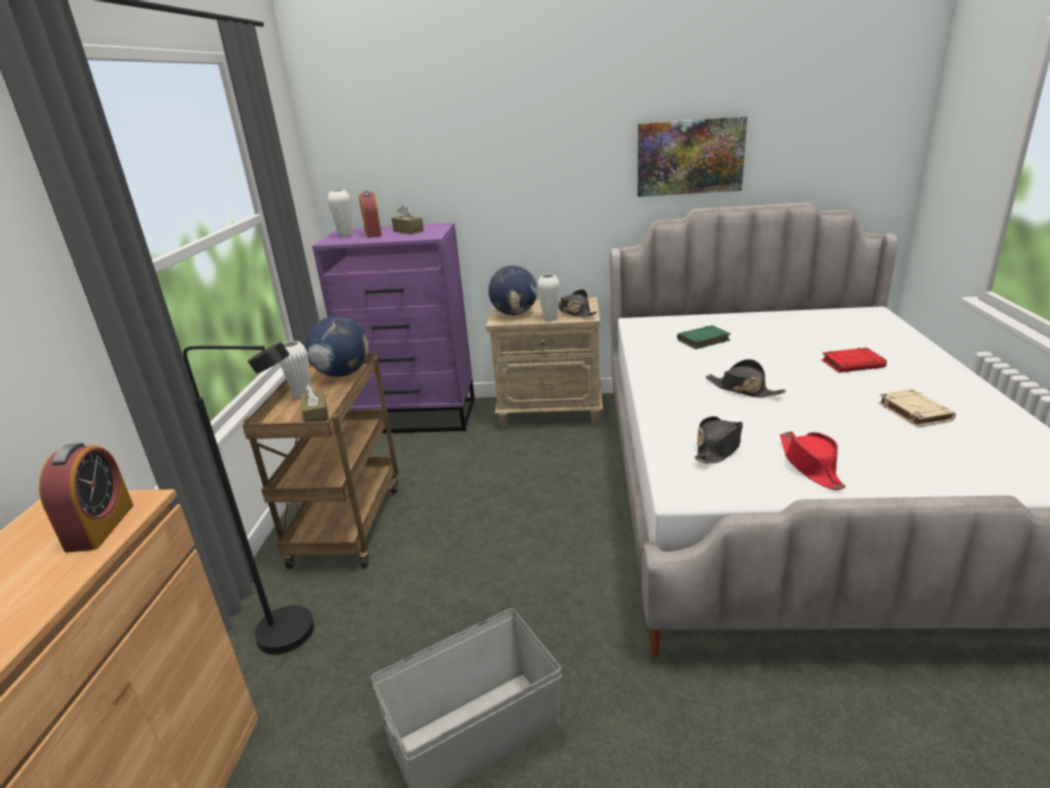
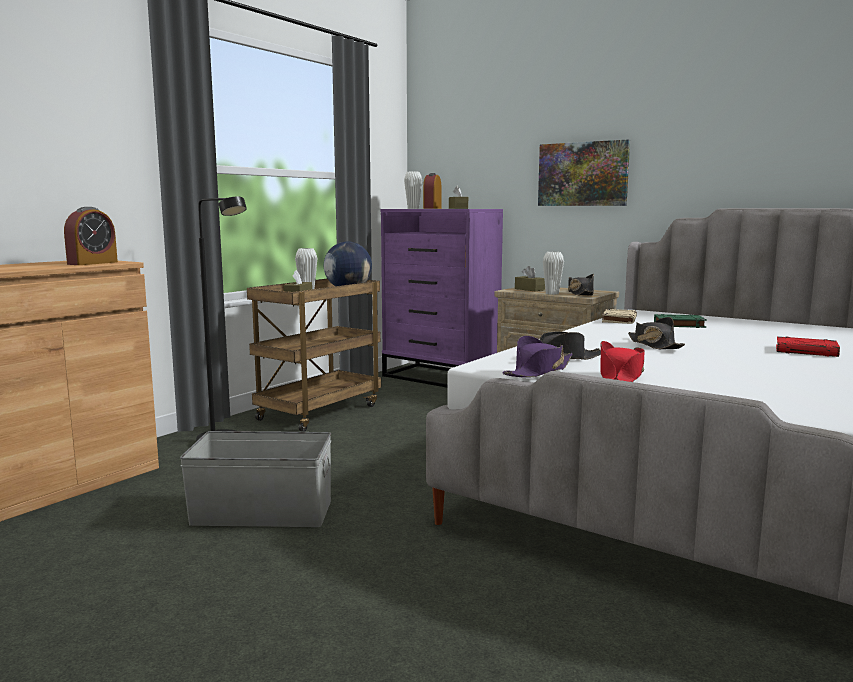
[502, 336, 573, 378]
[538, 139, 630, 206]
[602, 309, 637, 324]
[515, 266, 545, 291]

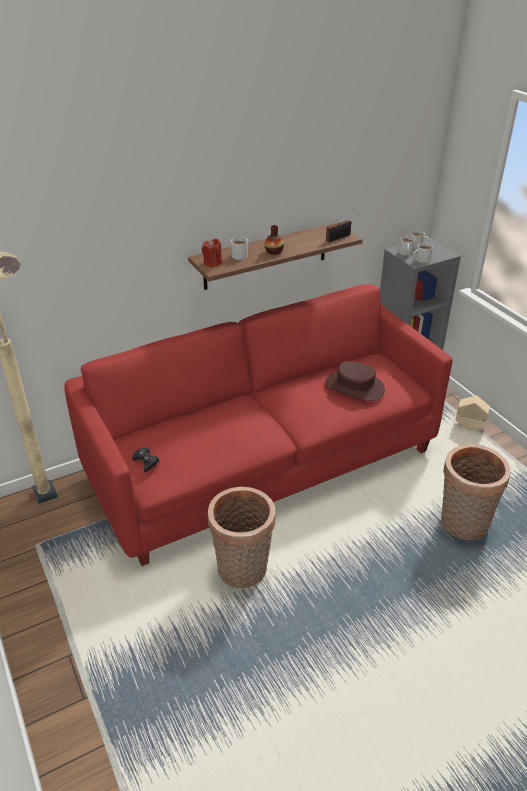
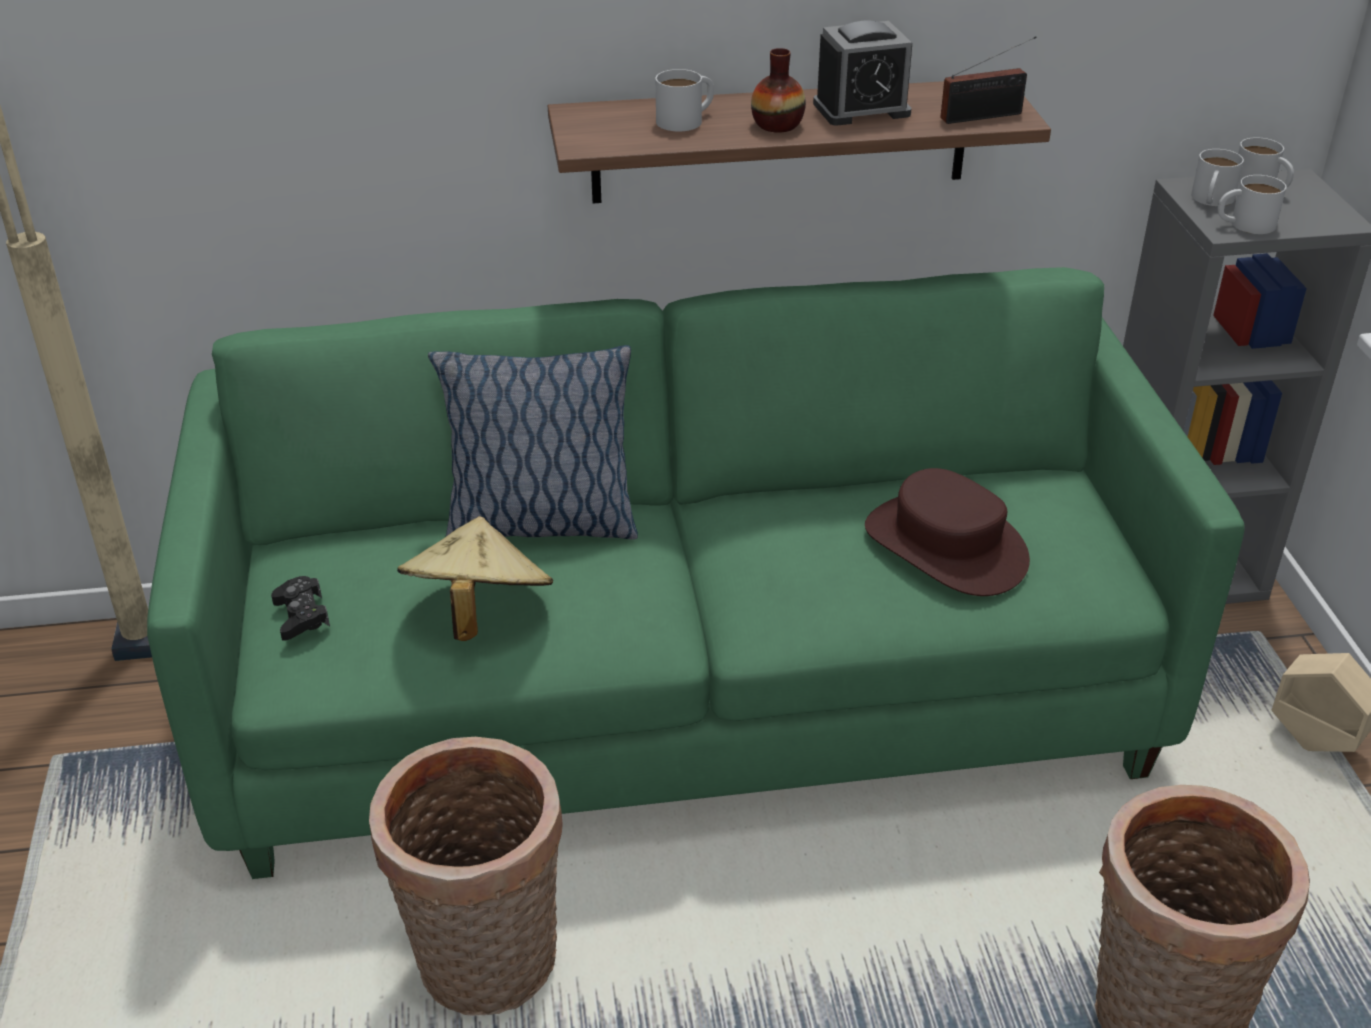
[202, 239, 222, 267] (first image)
[397, 516, 553, 641]
[428, 345, 638, 540]
[813, 21, 912, 126]
[147, 267, 1245, 879]

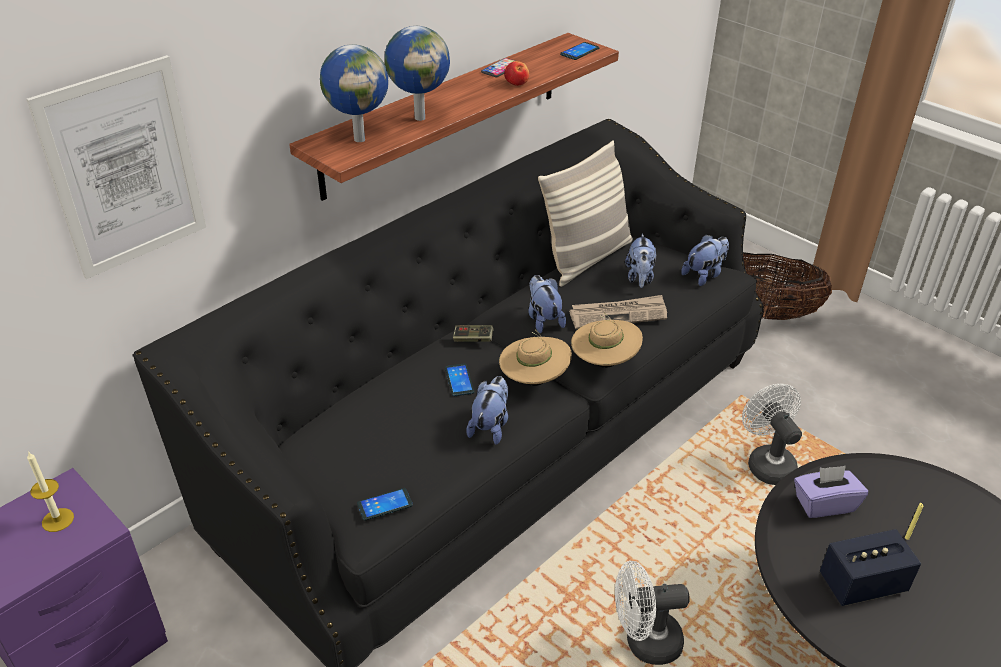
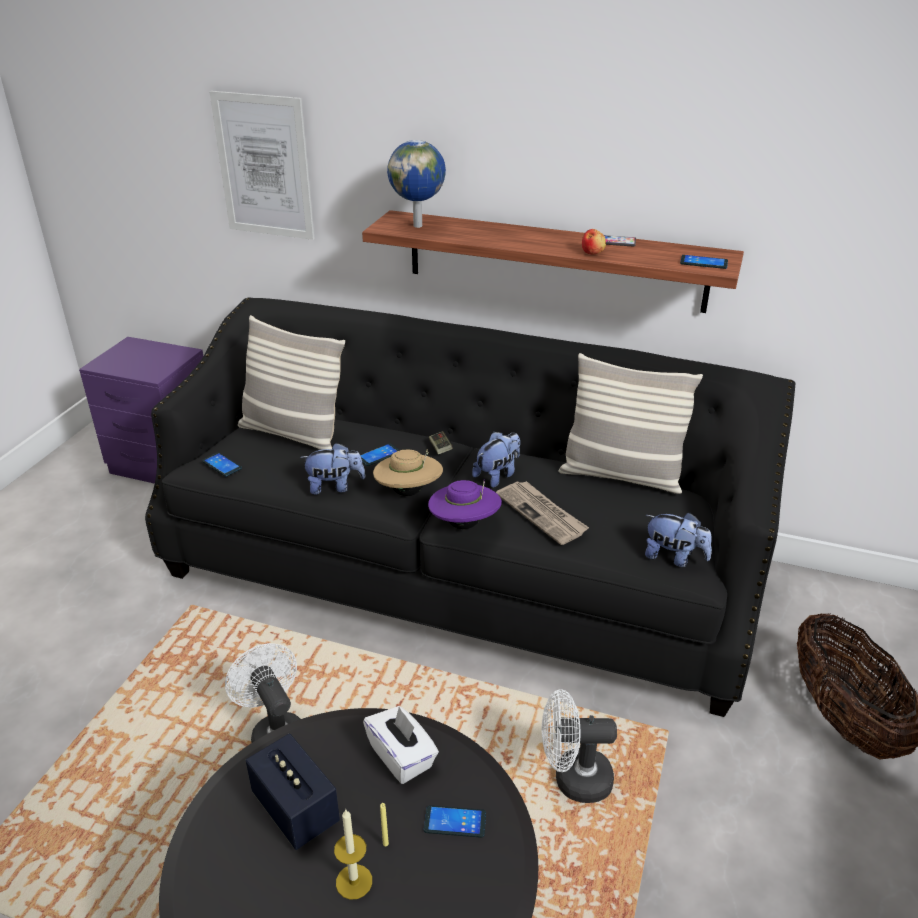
[385, 26, 450, 121] (first image)
[625, 233, 656, 288] (first image)
[238, 315, 345, 450]
[424, 805, 486, 838]
[334, 810, 372, 900]
[428, 479, 502, 529]
[363, 706, 439, 784]
[542, 689, 617, 803]

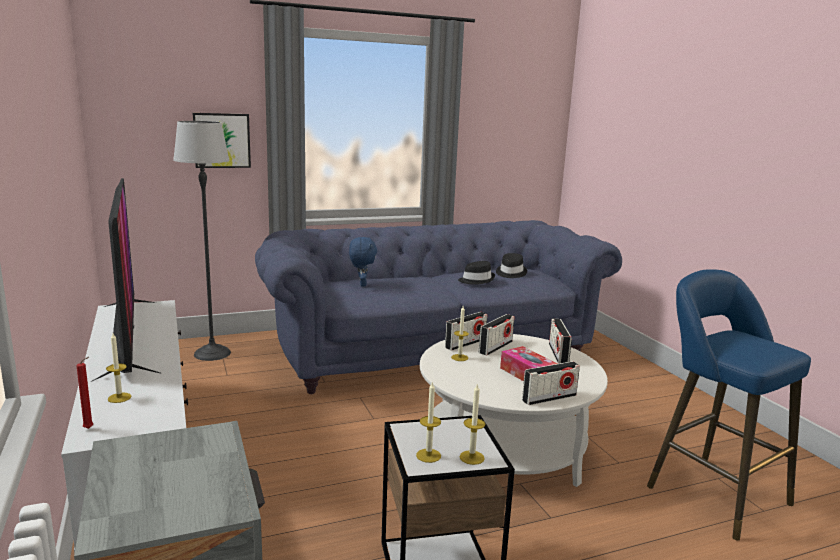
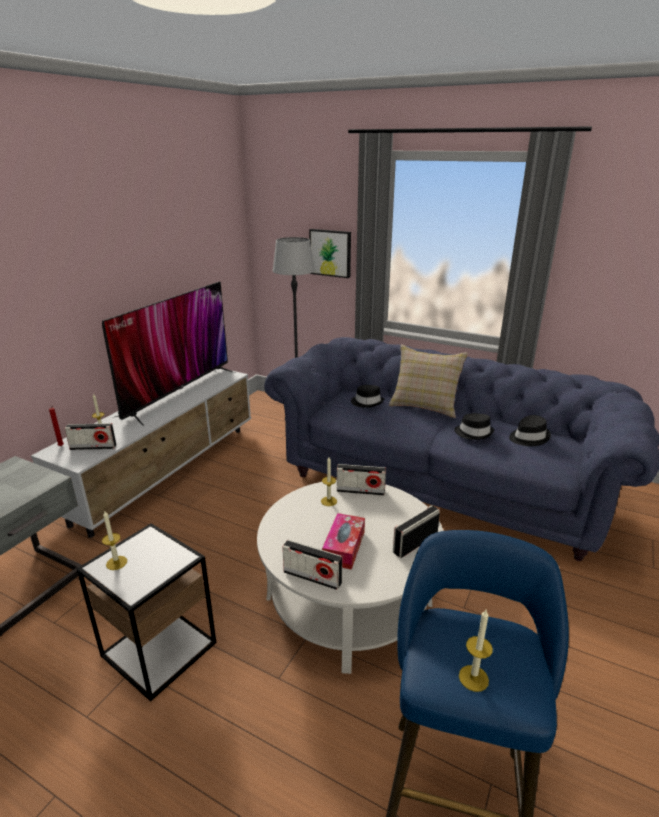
[389, 345, 468, 418]
[459, 610, 493, 692]
[64, 423, 116, 450]
[351, 385, 384, 408]

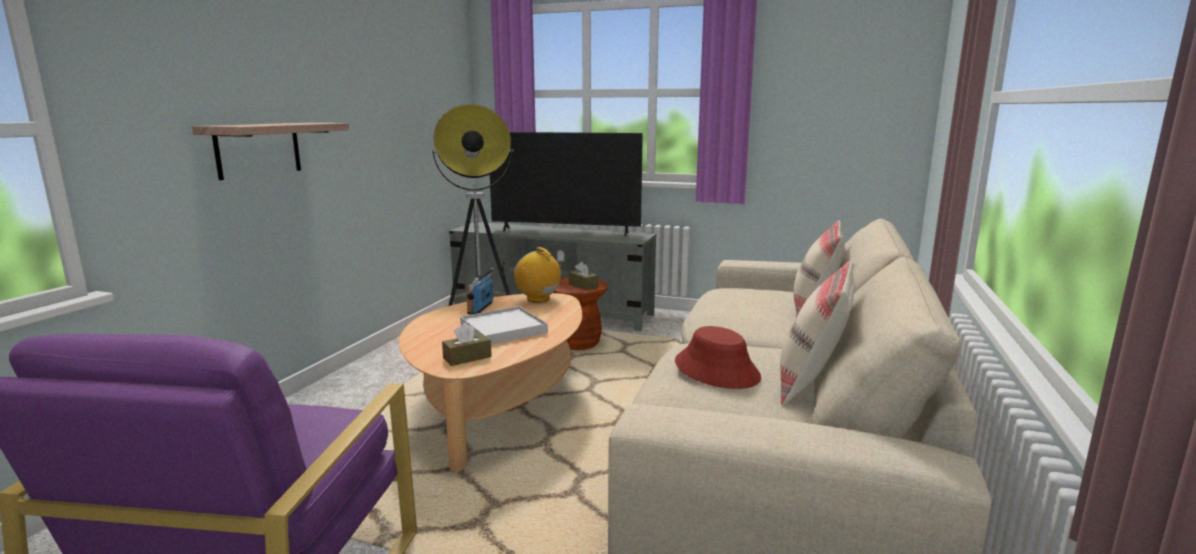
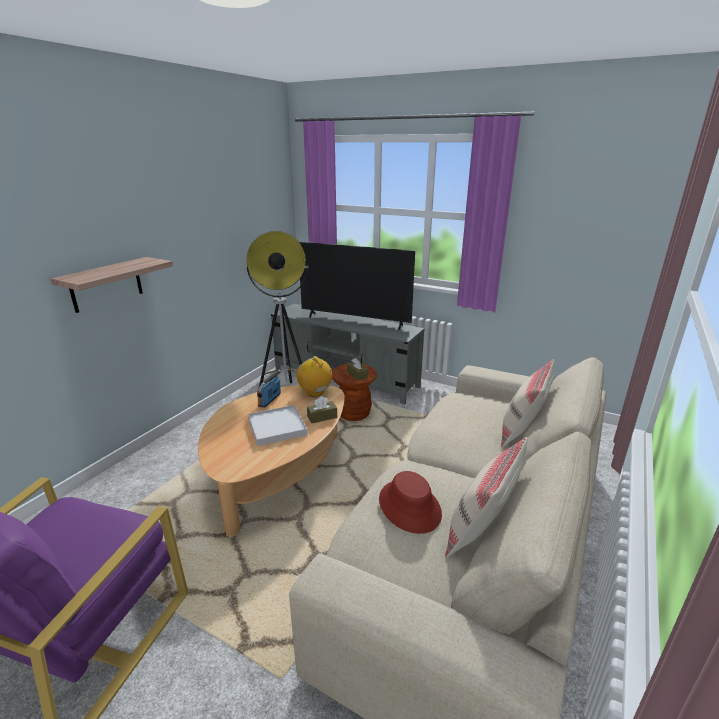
[307, 396, 337, 423]

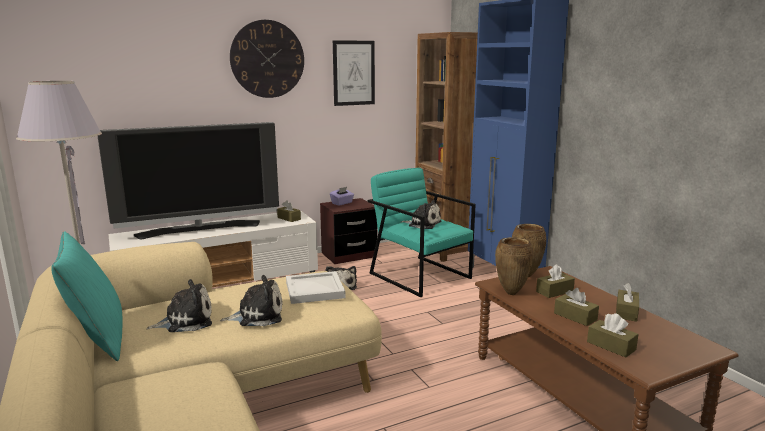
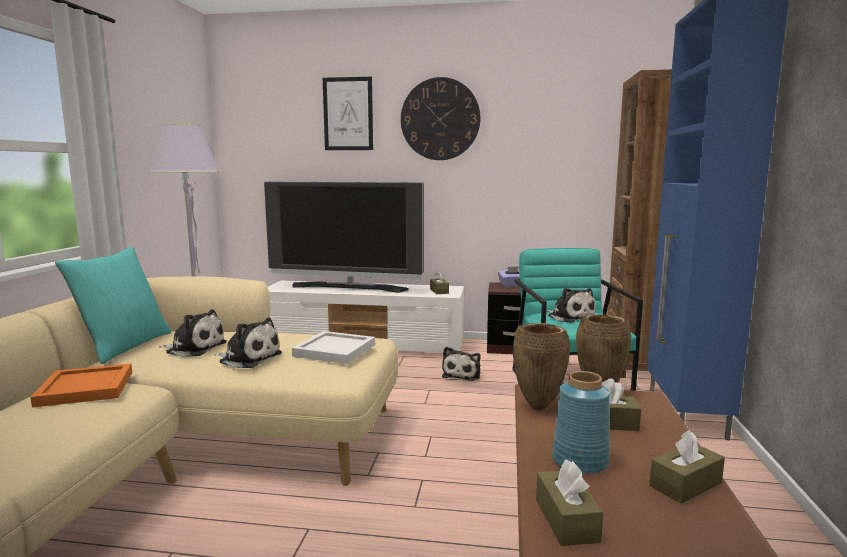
[31, 363, 132, 408]
[323, 77, 373, 150]
[552, 371, 610, 475]

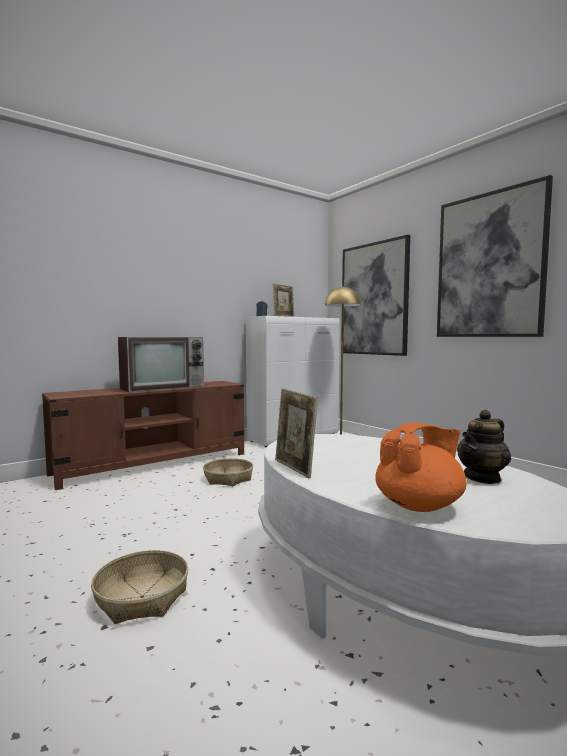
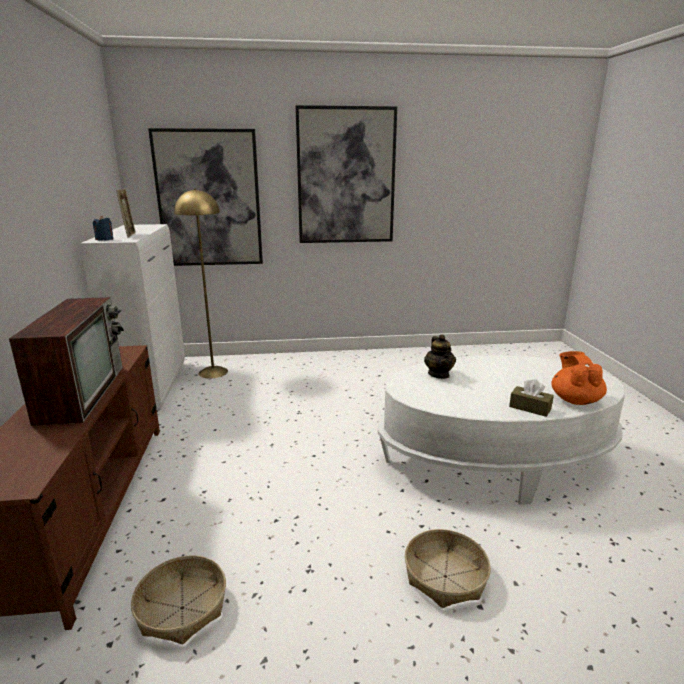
[275, 388, 318, 478] (first image)
[509, 379, 554, 417]
[131, 555, 226, 644]
[424, 334, 456, 379]

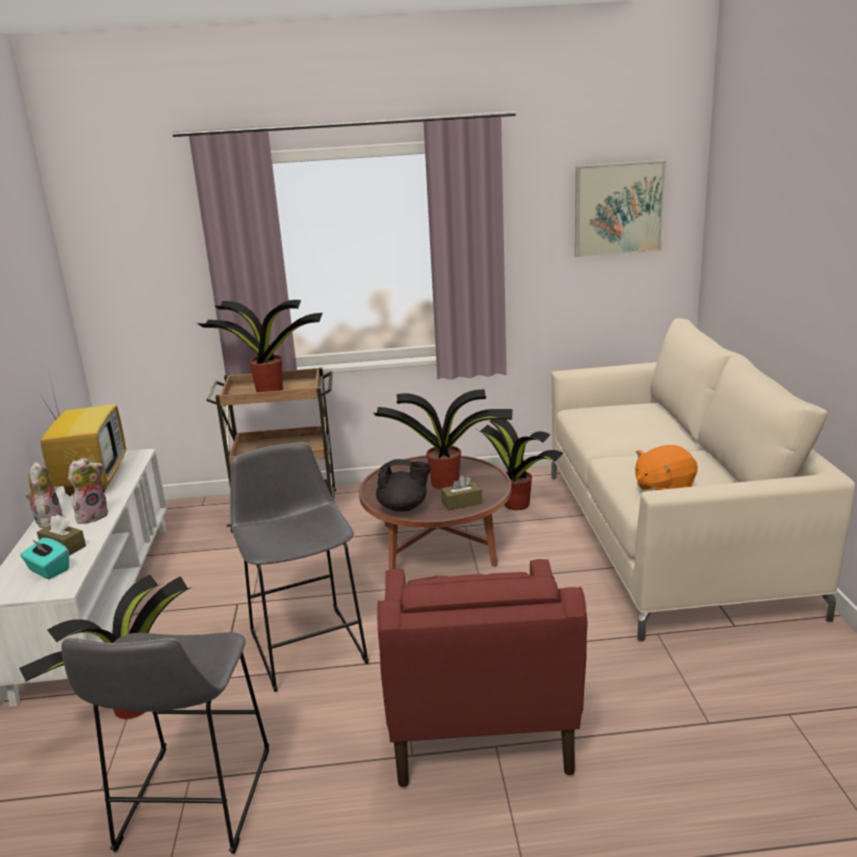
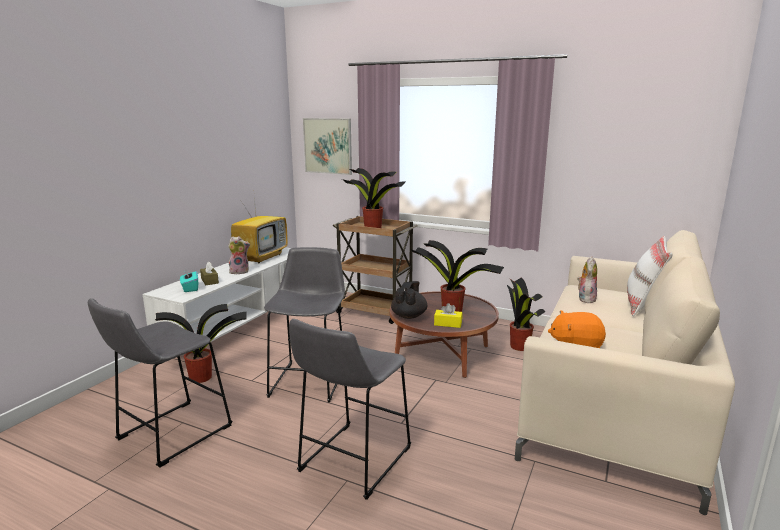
[627, 236, 673, 316]
[577, 256, 597, 303]
[303, 118, 352, 175]
[289, 319, 411, 500]
[434, 303, 462, 328]
[391, 281, 427, 319]

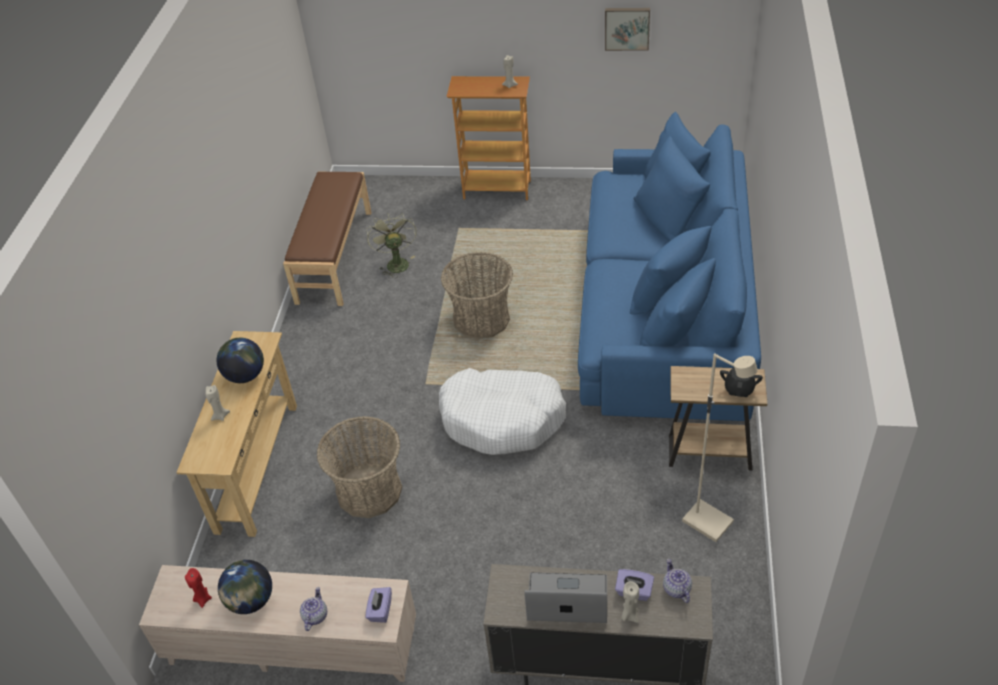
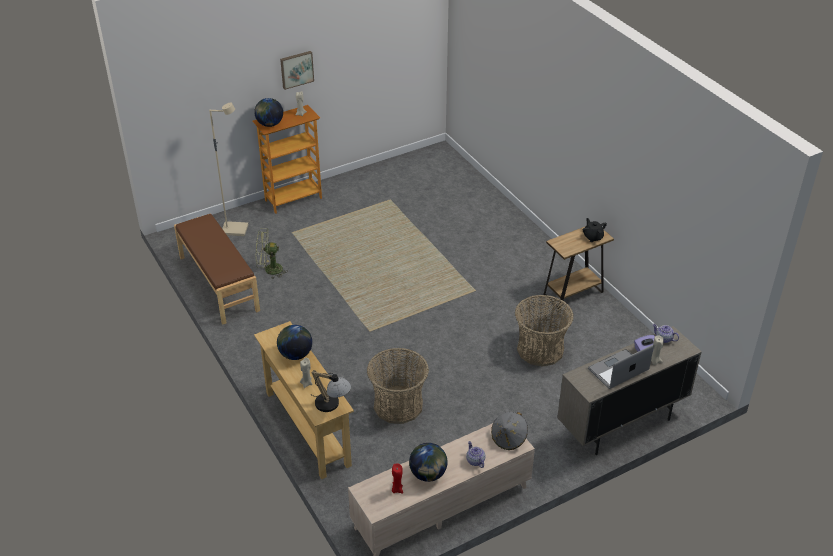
[439, 368, 566, 455] (first image)
[578, 112, 761, 421] (first image)
[254, 98, 283, 127]
[310, 370, 351, 412]
[515, 295, 574, 367]
[280, 51, 314, 90]
[209, 103, 249, 236]
[491, 412, 528, 450]
[256, 228, 288, 279]

